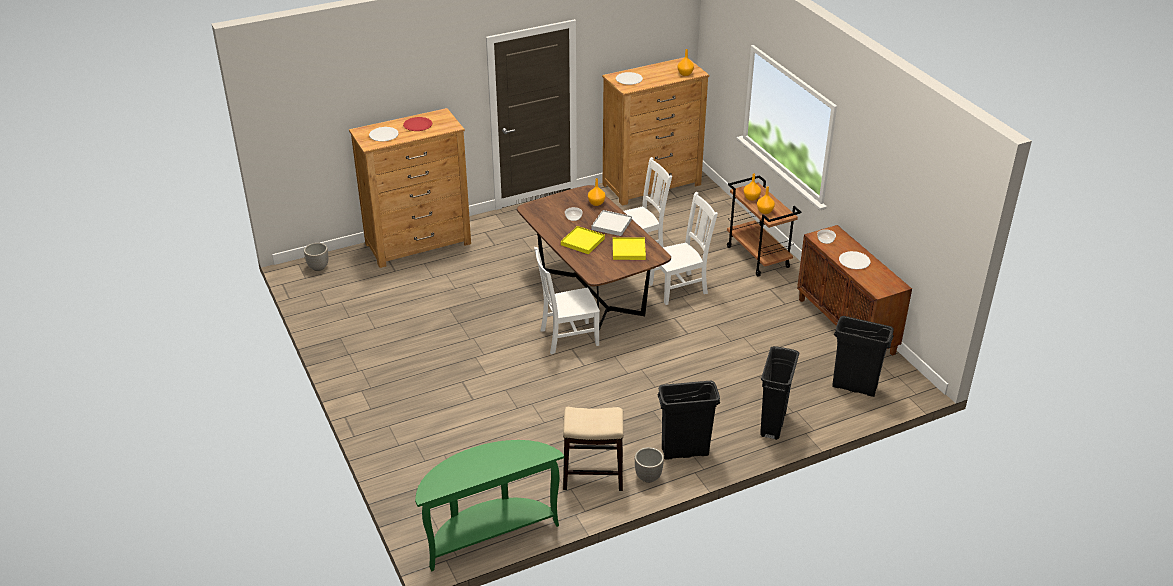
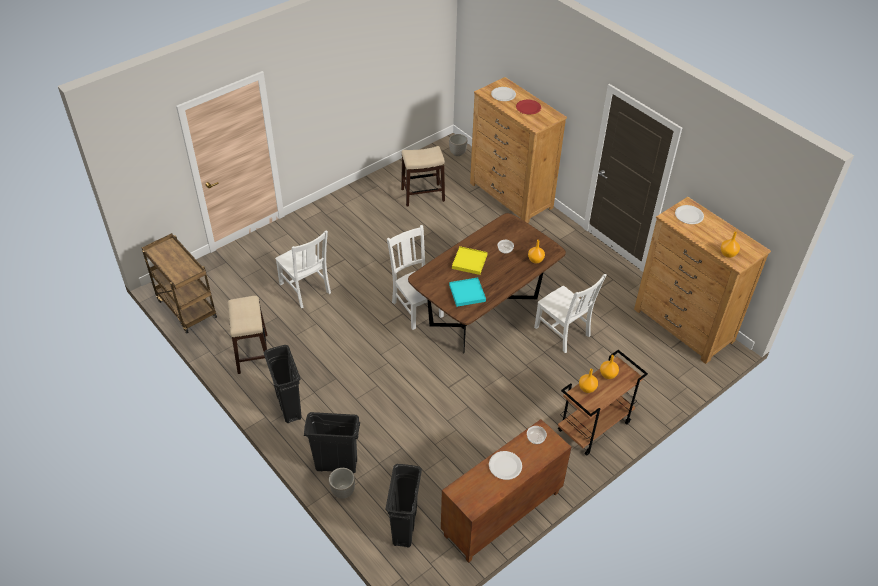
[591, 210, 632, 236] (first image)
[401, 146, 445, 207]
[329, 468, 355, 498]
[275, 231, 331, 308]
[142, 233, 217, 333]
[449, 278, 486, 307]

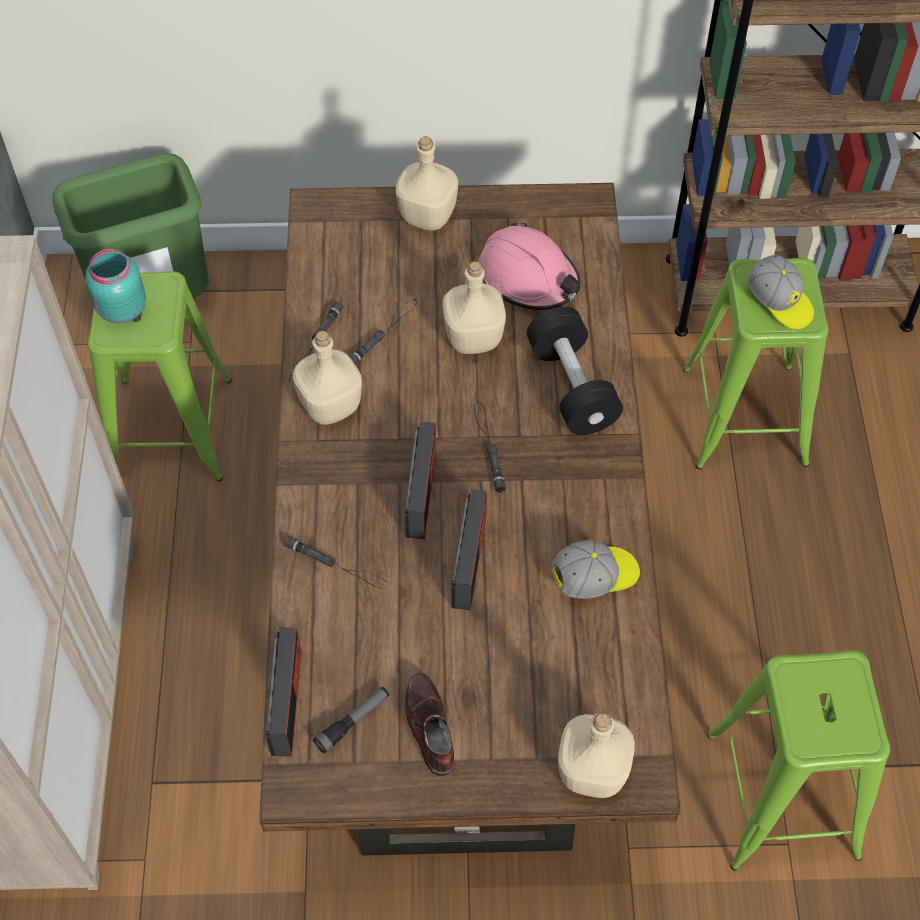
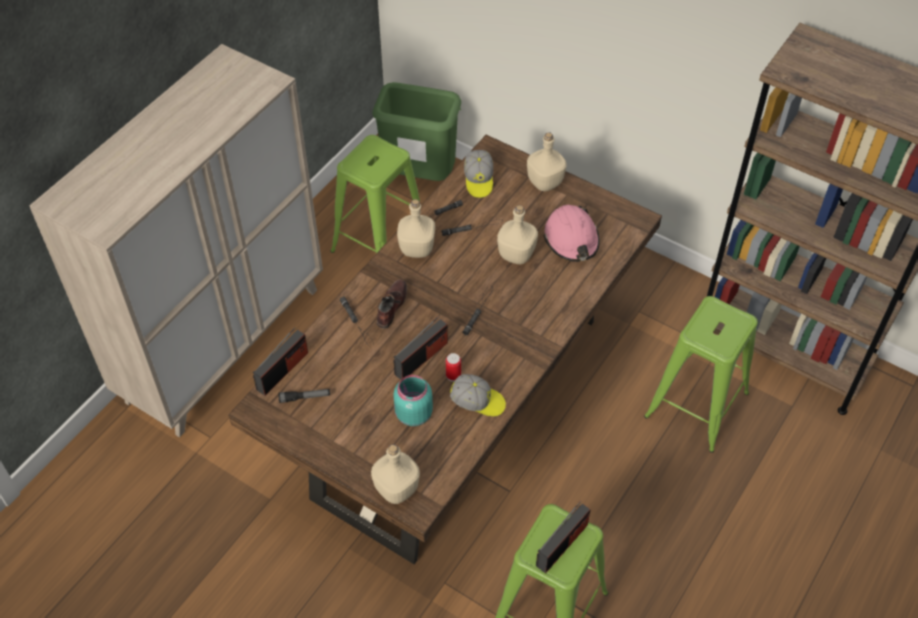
[527, 306, 623, 435] (first image)
[446, 353, 461, 382]
[393, 375, 433, 426]
[536, 501, 590, 574]
[376, 280, 407, 329]
[464, 150, 493, 198]

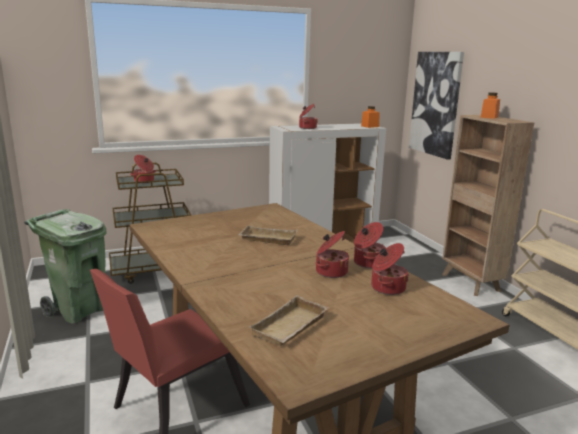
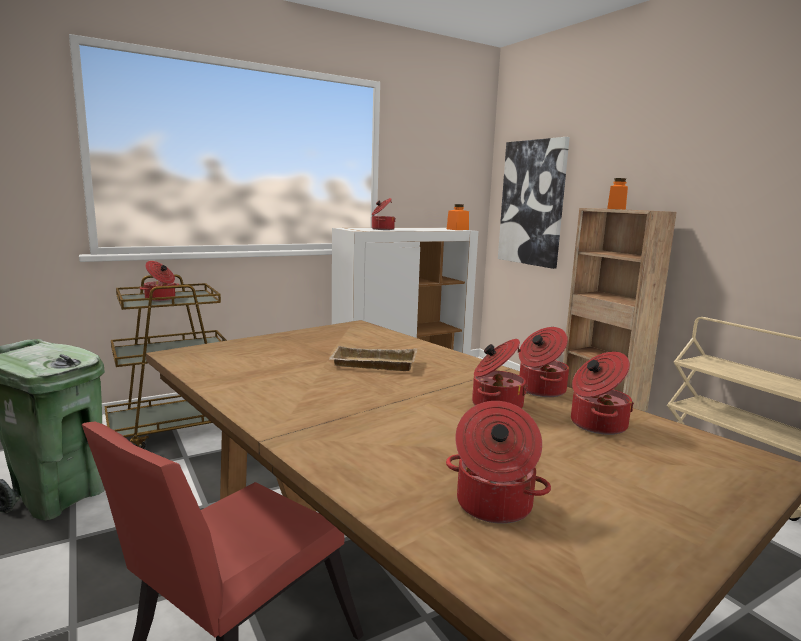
[446, 401, 551, 524]

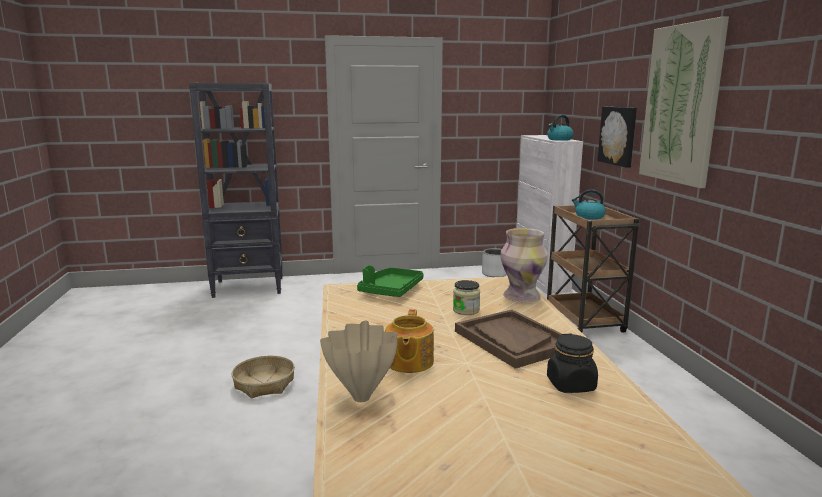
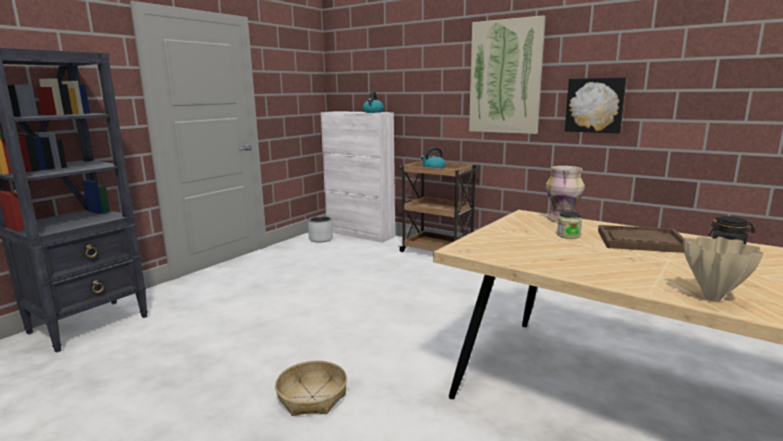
[357, 265, 423, 297] (first image)
[385, 309, 434, 373] (first image)
[565, 77, 626, 133]

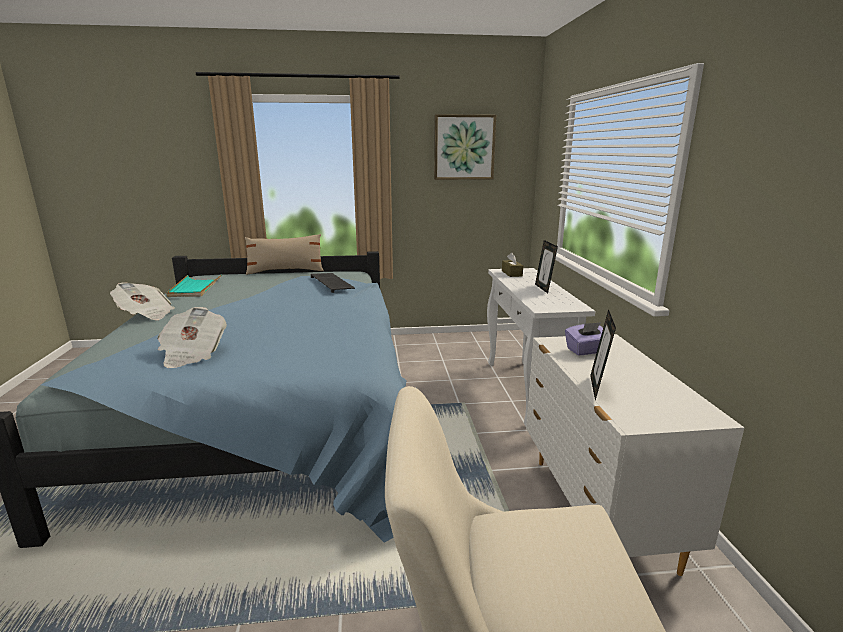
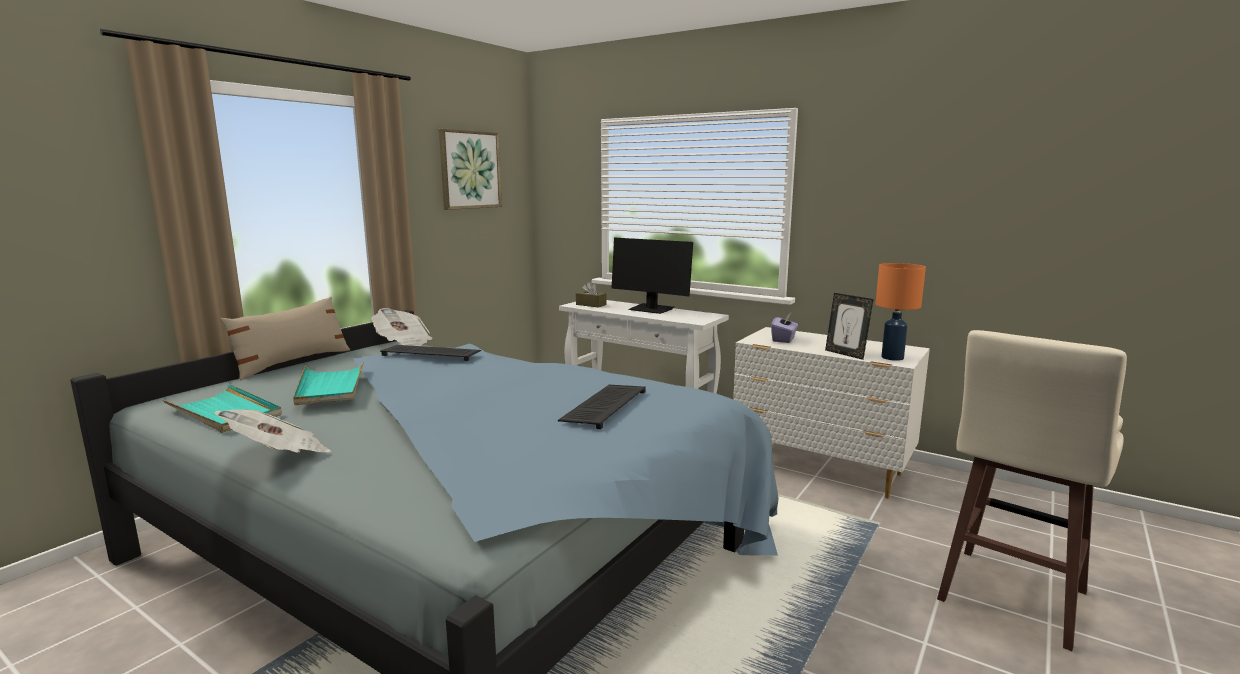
[293, 362, 364, 405]
[558, 385, 646, 429]
[875, 263, 926, 361]
[371, 308, 432, 346]
[611, 238, 693, 314]

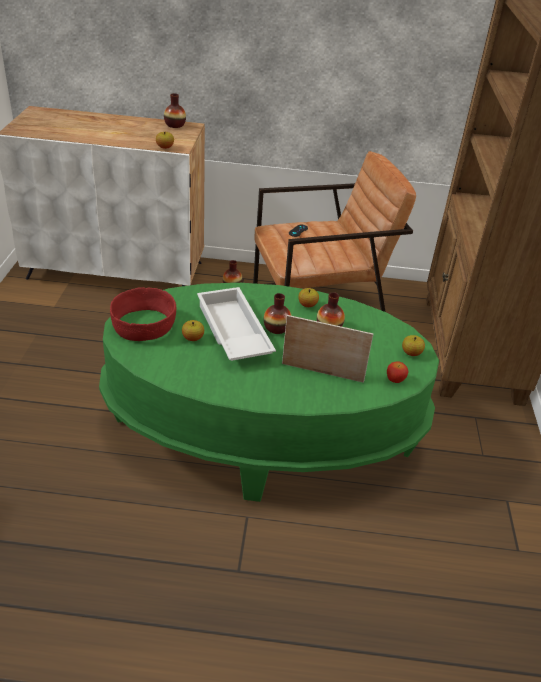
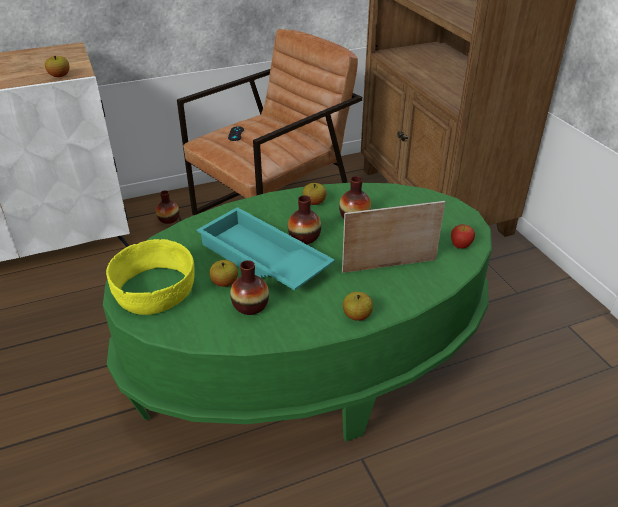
[230, 260, 269, 315]
[343, 292, 373, 321]
[106, 239, 195, 315]
[197, 207, 335, 290]

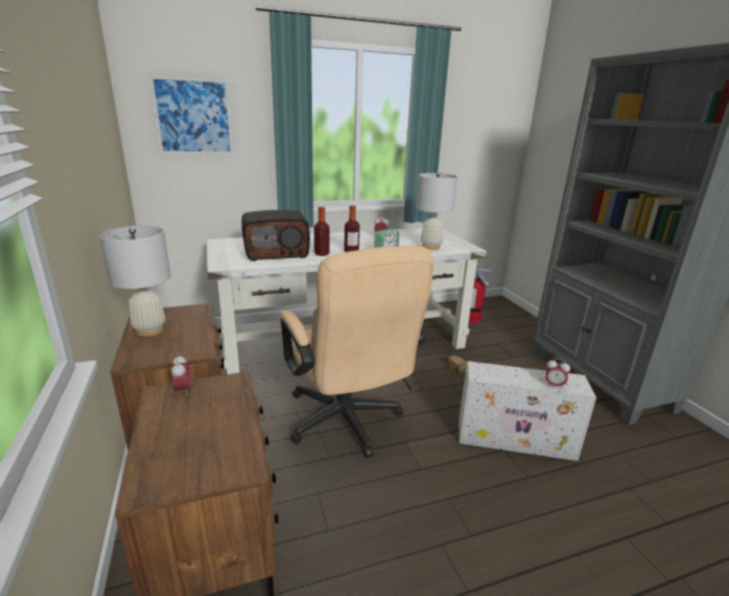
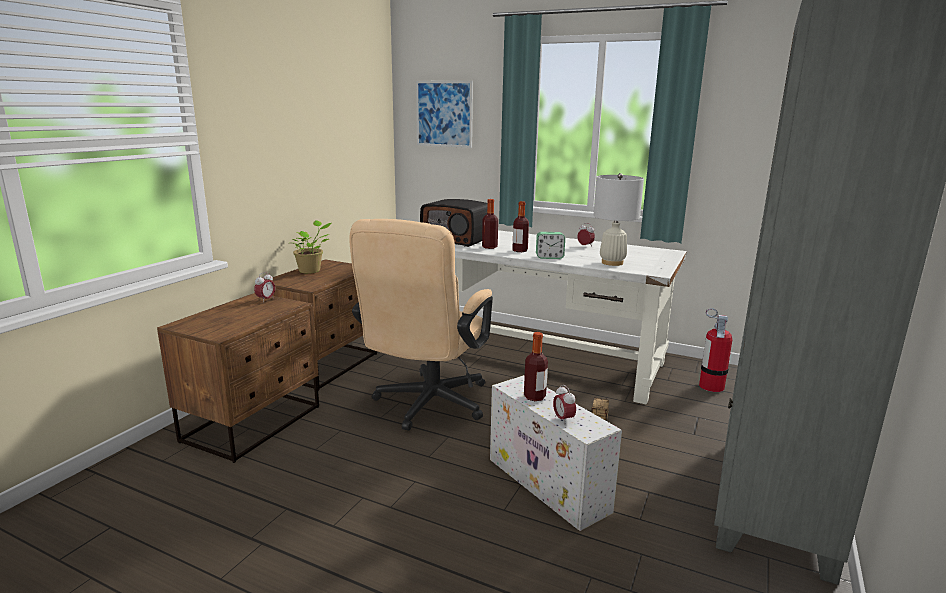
[524, 332, 548, 401]
[293, 220, 331, 274]

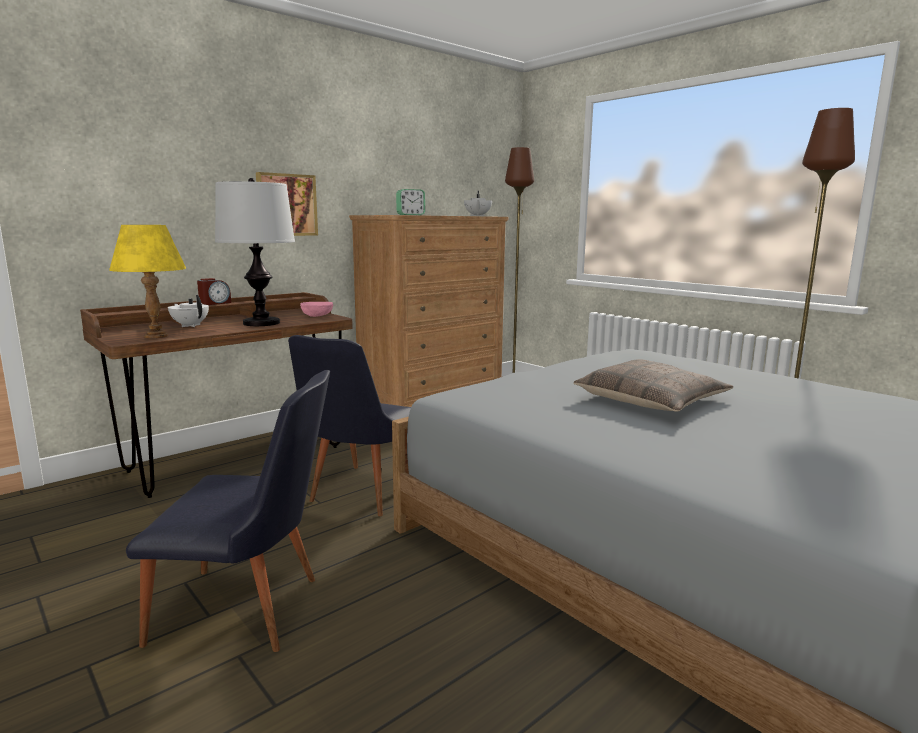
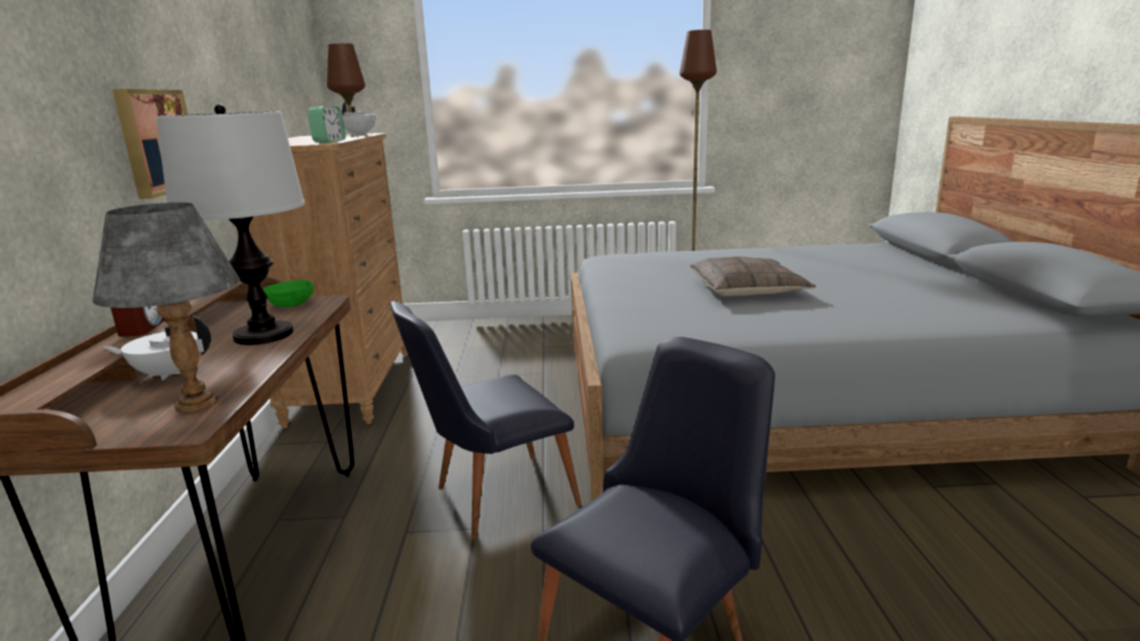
[92, 202, 240, 413]
[263, 280, 314, 307]
[389, 301, 581, 539]

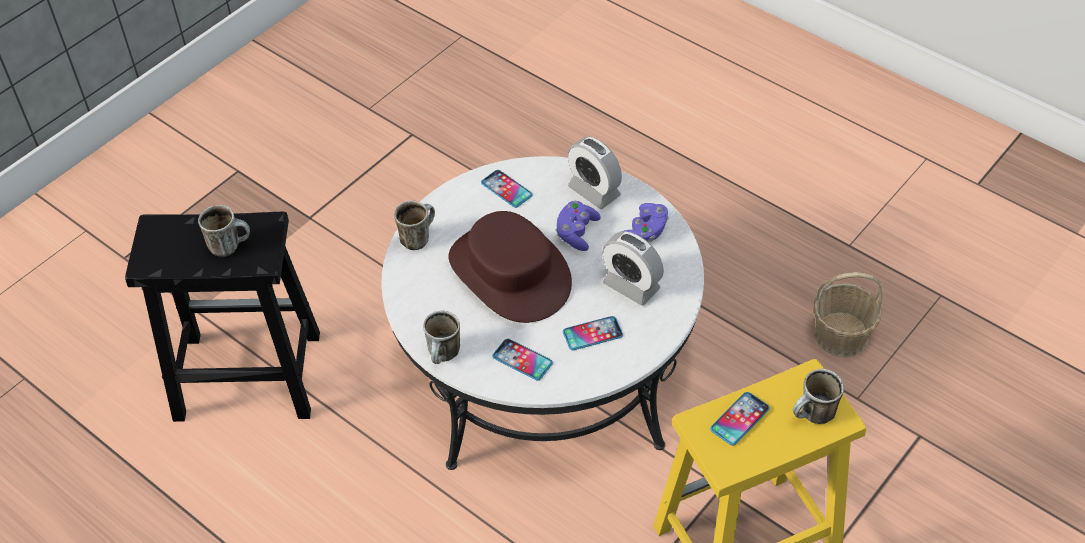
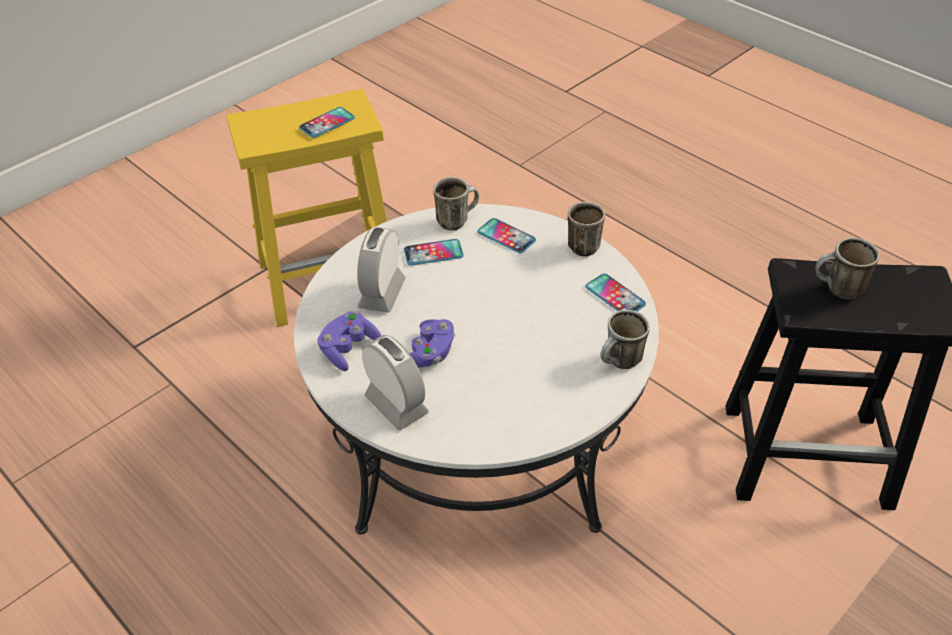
[448, 211, 572, 323] (first image)
[813, 272, 883, 357] (first image)
[585, 274, 646, 311]
[433, 177, 479, 230]
[357, 227, 406, 313]

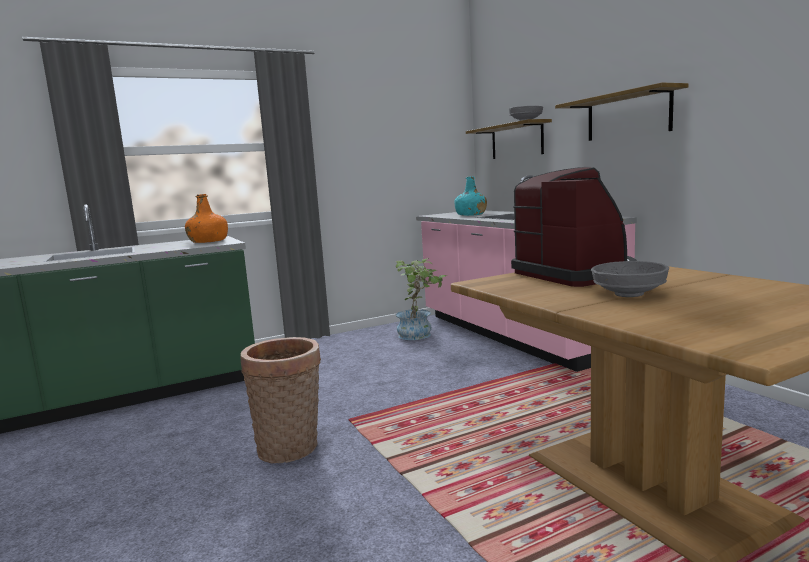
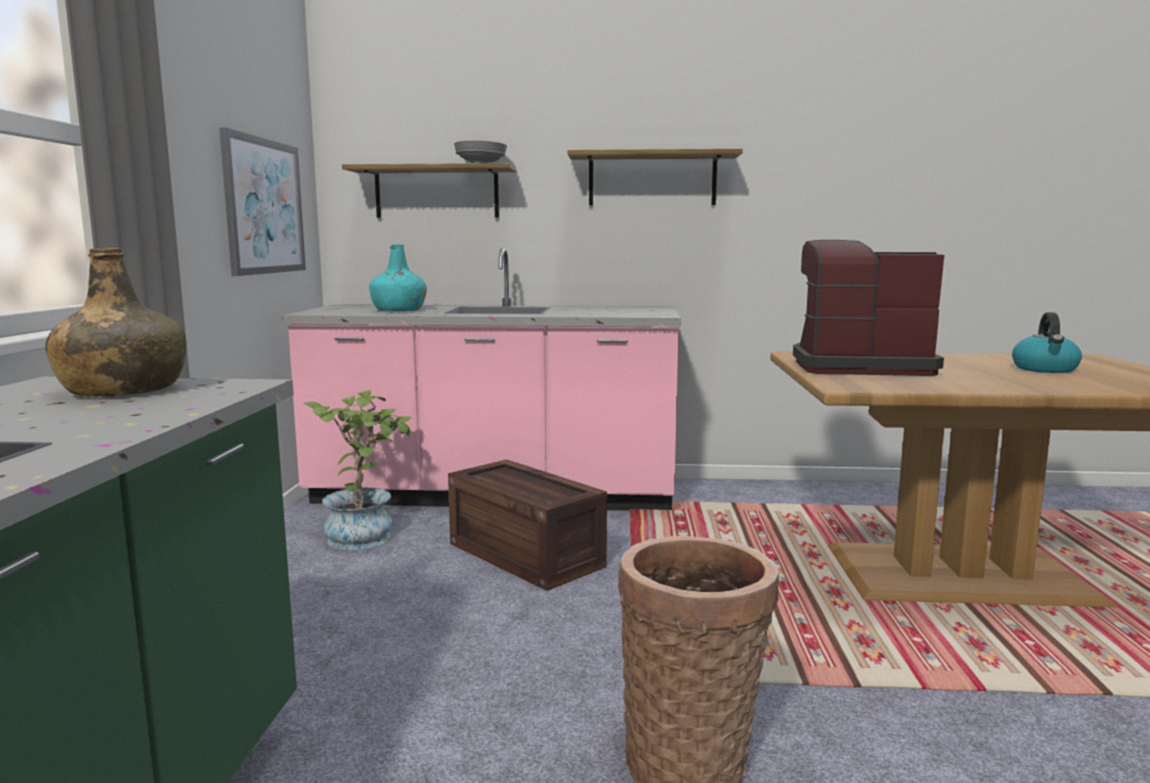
[591, 261, 669, 297] (first image)
[219, 127, 306, 276]
[448, 459, 607, 591]
[1012, 312, 1082, 373]
[45, 248, 186, 397]

